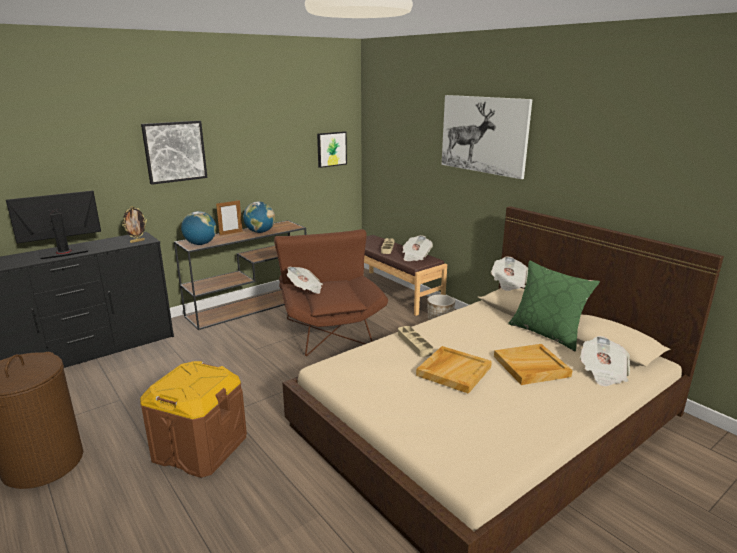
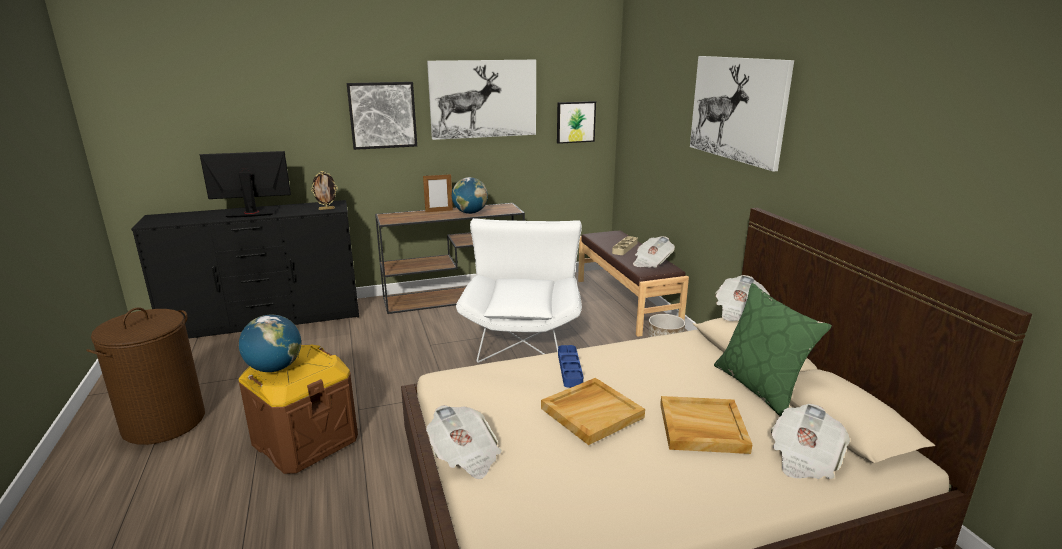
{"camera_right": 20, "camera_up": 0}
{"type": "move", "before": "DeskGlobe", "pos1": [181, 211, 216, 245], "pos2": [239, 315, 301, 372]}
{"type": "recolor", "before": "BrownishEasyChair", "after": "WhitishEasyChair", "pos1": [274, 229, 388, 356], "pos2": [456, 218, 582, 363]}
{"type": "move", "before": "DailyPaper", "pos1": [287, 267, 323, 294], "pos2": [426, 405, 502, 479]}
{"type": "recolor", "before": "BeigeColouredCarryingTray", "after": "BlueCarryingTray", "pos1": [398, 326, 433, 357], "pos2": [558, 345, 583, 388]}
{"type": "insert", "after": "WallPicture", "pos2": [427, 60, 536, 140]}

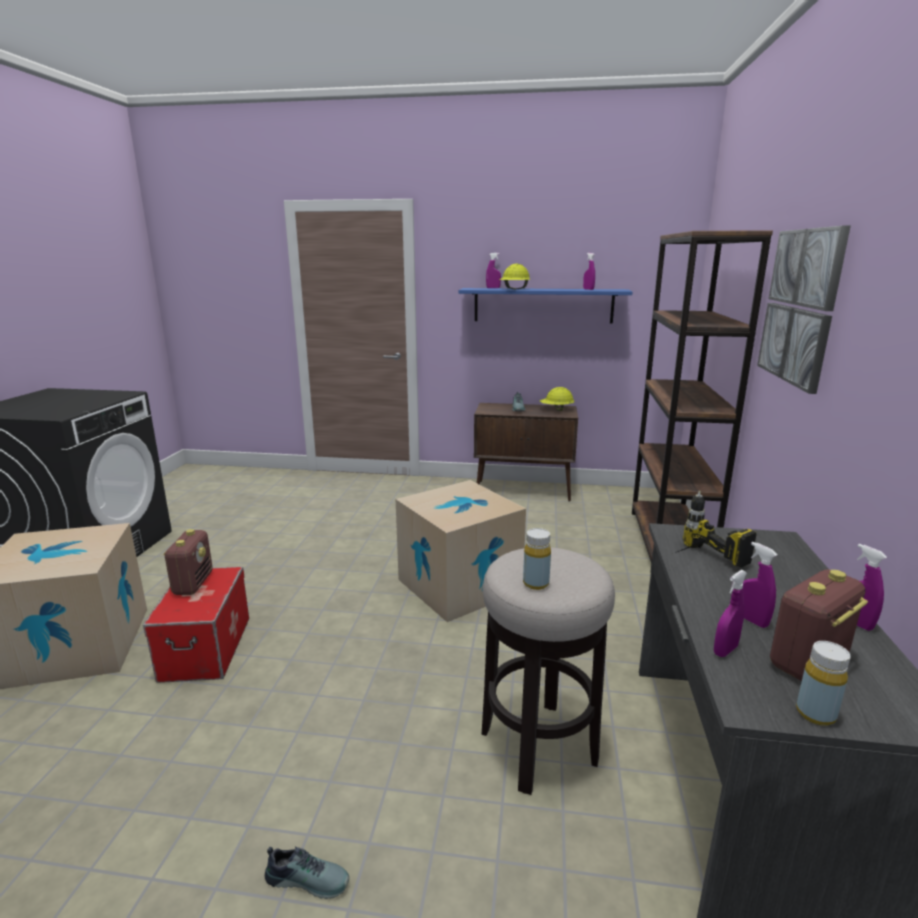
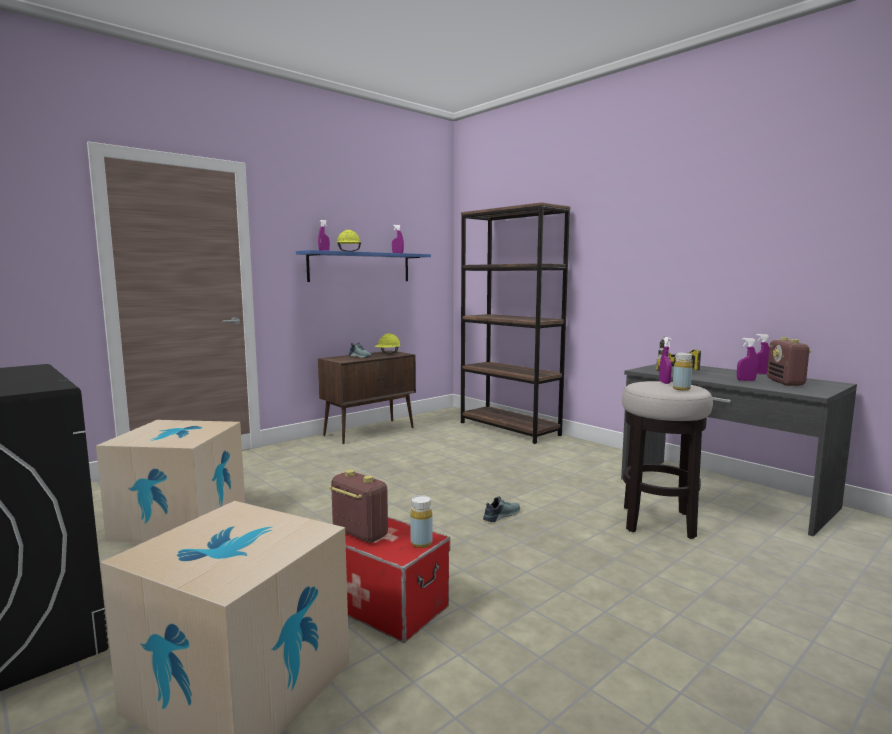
{"camera_right": -50, "camera_up": -10}
{"type": "move", "before": "Shoe", "pos1": [265, 846, 349, 899], "pos2": [483, 496, 520, 522]}
{"type": "move", "before": "Carton", "pos1": [395, 480, 526, 622], "pos2": [96, 420, 245, 543]}
{"type": "move", "before": "PurpleColouredHandSprayer", "pos1": [714, 570, 747, 657], "pos2": [659, 337, 672, 384]}
{"type": "delete", "before": "WallPicture", "pos1": [757, 226, 851, 394]}
{"type": "move", "before": "YellowBottle", "pos1": [796, 641, 851, 726], "pos2": [410, 495, 433, 548]}

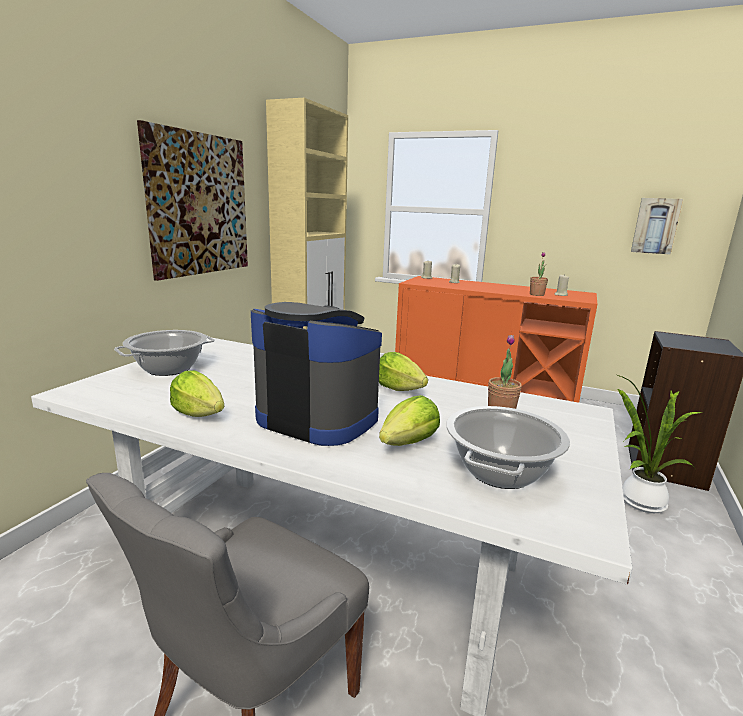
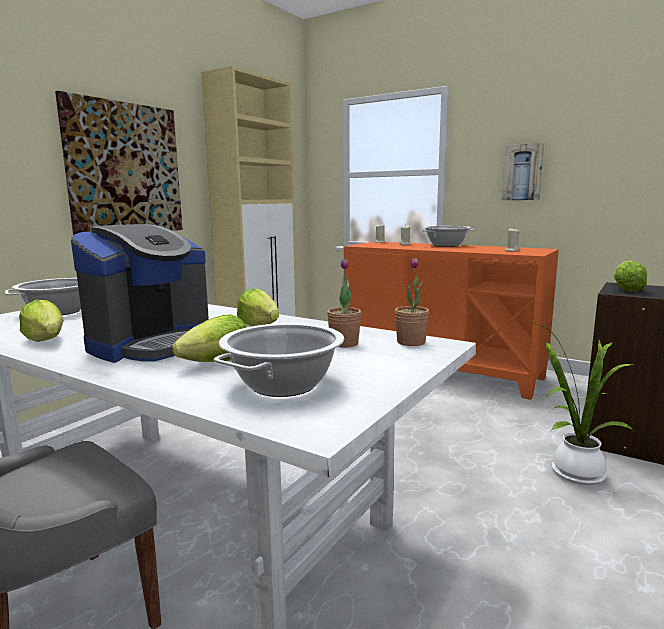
{"camera_right": 10, "camera_up": -5}
{"type": "rotate", "before": "CoffeeMaker", "pos1": [251, 302, 382, 446], "pos2": [71, 224, 209, 363], "turn": 90}
{"type": "move", "before": "PlantInAPot", "pos1": [530, 252, 548, 296], "pos2": [395, 258, 429, 346]}
{"type": "move", "before": "WallPicture", "pos1": [631, 198, 683, 255], "pos2": [502, 143, 544, 200]}
{"type": "insert", "after": "Stockpot", "pos2": [419, 226, 475, 247]}
{"type": "insert", "after": "HeadOfLettuce", "pos2": [614, 261, 647, 292]}

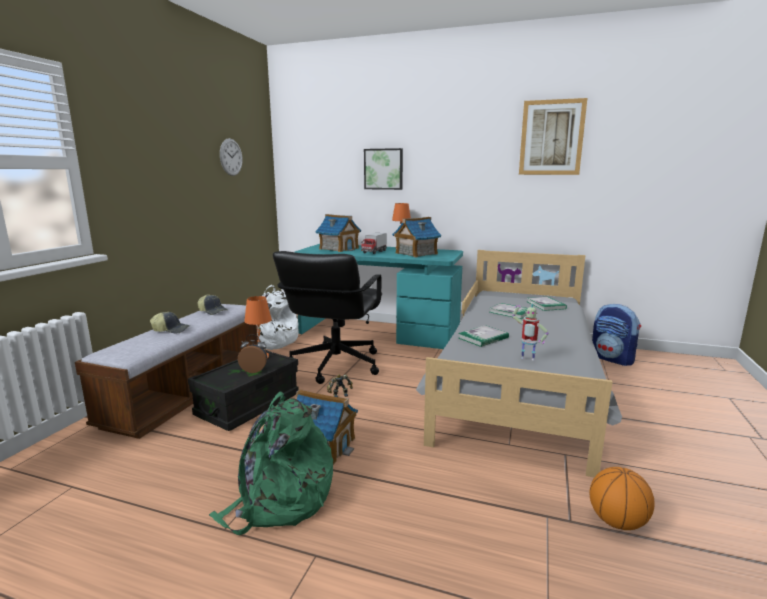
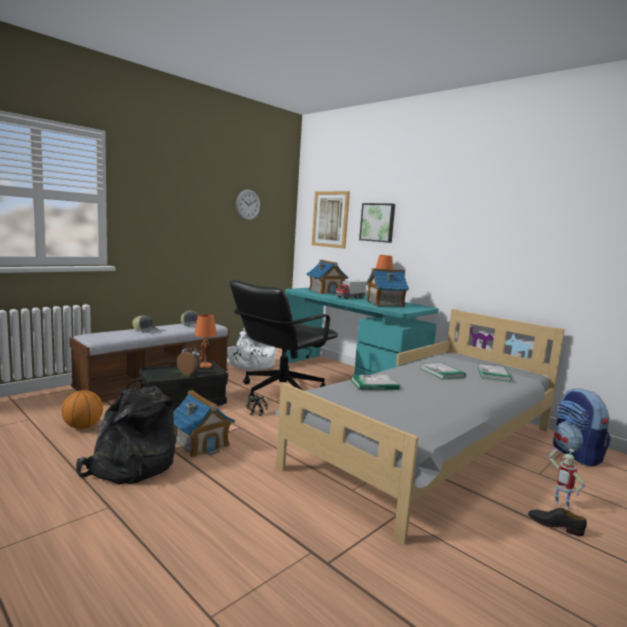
{"camera_right": 25, "camera_up": -5}
{"type": "recolor", "before": "GreenBackpack", "after": "BlackColouredBackpack", "pos1": [209, 392, 333, 535], "pos2": [76, 377, 176, 485]}
{"type": "move", "before": "RobotFigure", "pos1": [512, 302, 549, 361], "pos2": [549, 449, 585, 509]}
{"type": "move", "before": "WallPicture", "pos1": [519, 98, 587, 175], "pos2": [312, 191, 350, 249]}
{"type": "move", "before": "Basketball", "pos1": [589, 467, 655, 530], "pos2": [61, 390, 103, 429]}
{"type": "insert", "after": "BlackColouredShoe", "pos2": [528, 508, 587, 536]}

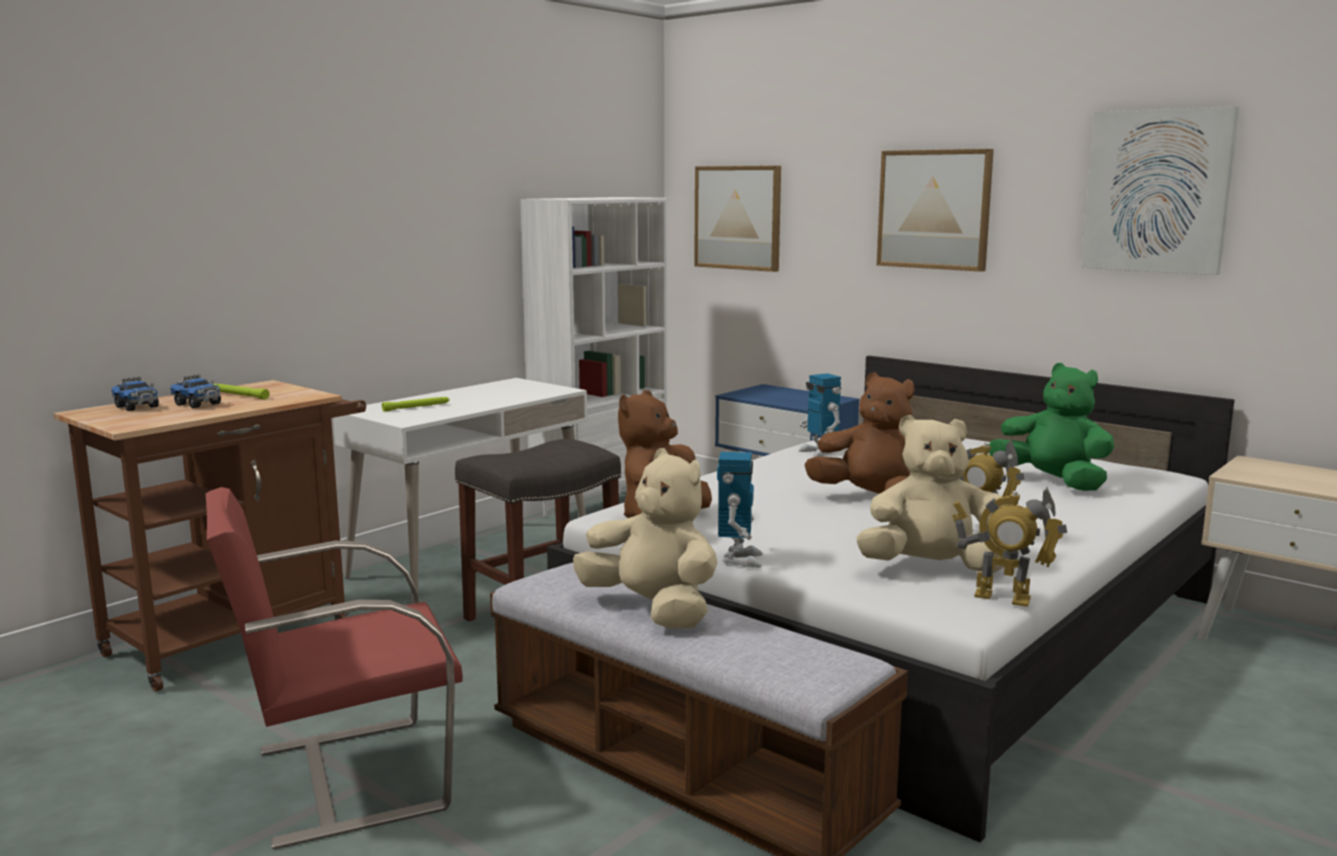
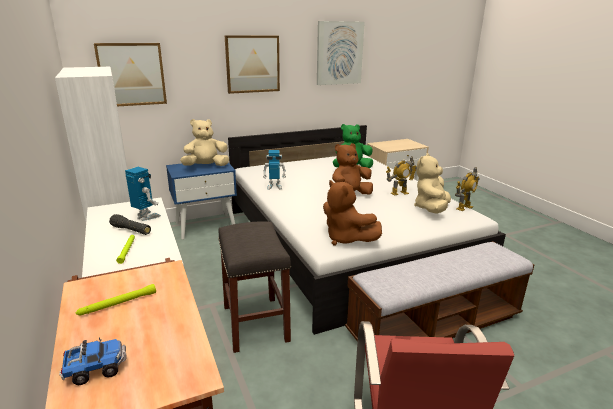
{"camera_right": -65, "camera_up": 10}
{"type": "delete", "before": "ToyLorry", "pos1": [170, 375, 221, 408]}
{"type": "move", "before": "BeigeColouredCuddlyToy", "pos1": [573, 448, 717, 629], "pos2": [180, 119, 229, 166]}
{"type": "move", "before": "RobotFigure", "pos1": [717, 452, 763, 568], "pos2": [125, 167, 161, 221]}
{"type": "insert", "after": "BlackColouredHandTorch", "pos2": [109, 214, 151, 235]}

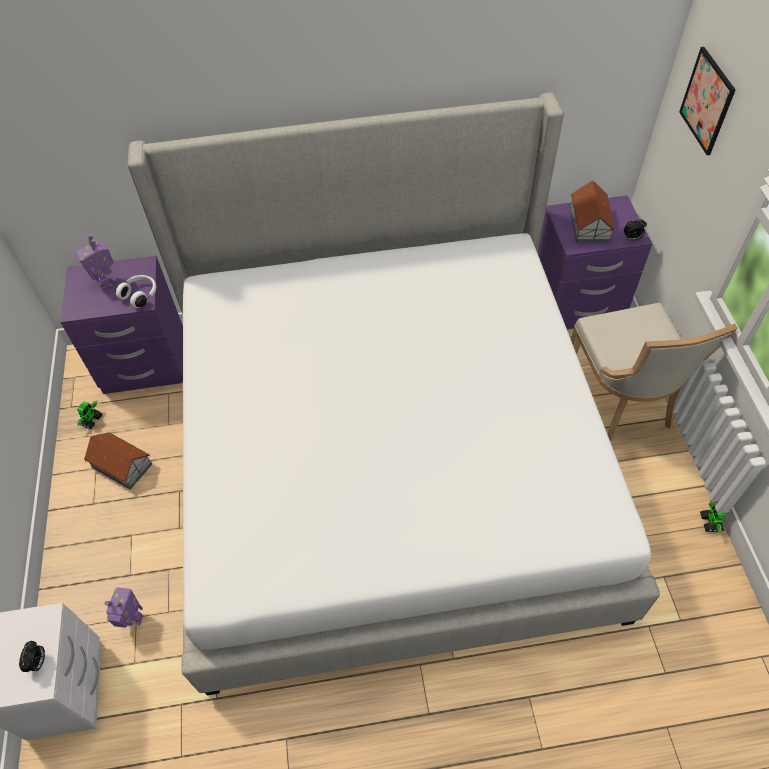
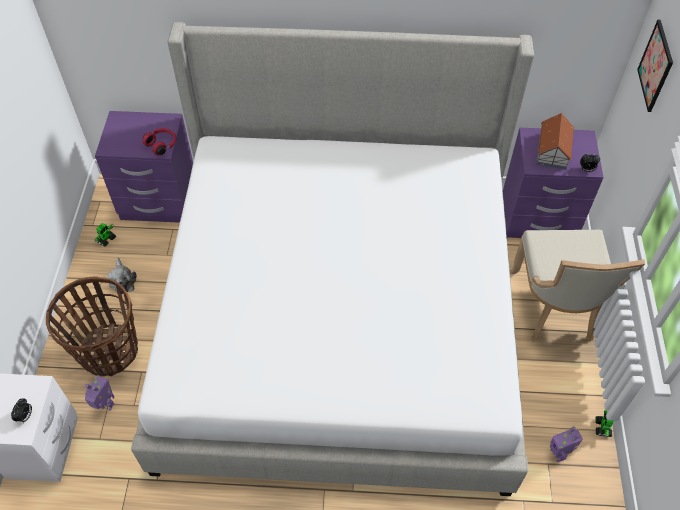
{"camera_right": 10, "camera_up": 0}
{"type": "move", "before": "RobotFigure", "pos1": [76, 234, 114, 289], "pos2": [550, 426, 583, 462]}
{"type": "replace", "before": "MiniatureHouse", "after": "CuddlyToy", "pos1": [84, 432, 152, 489], "pos2": [107, 258, 137, 294]}
{"type": "recolor", "before": "WhitishHeadset", "after": "RedColouredHeadset", "pos1": [115, 275, 156, 308], "pos2": [143, 128, 176, 155]}
{"type": "insert", "after": "StorageBasket", "pos2": [46, 277, 138, 376]}

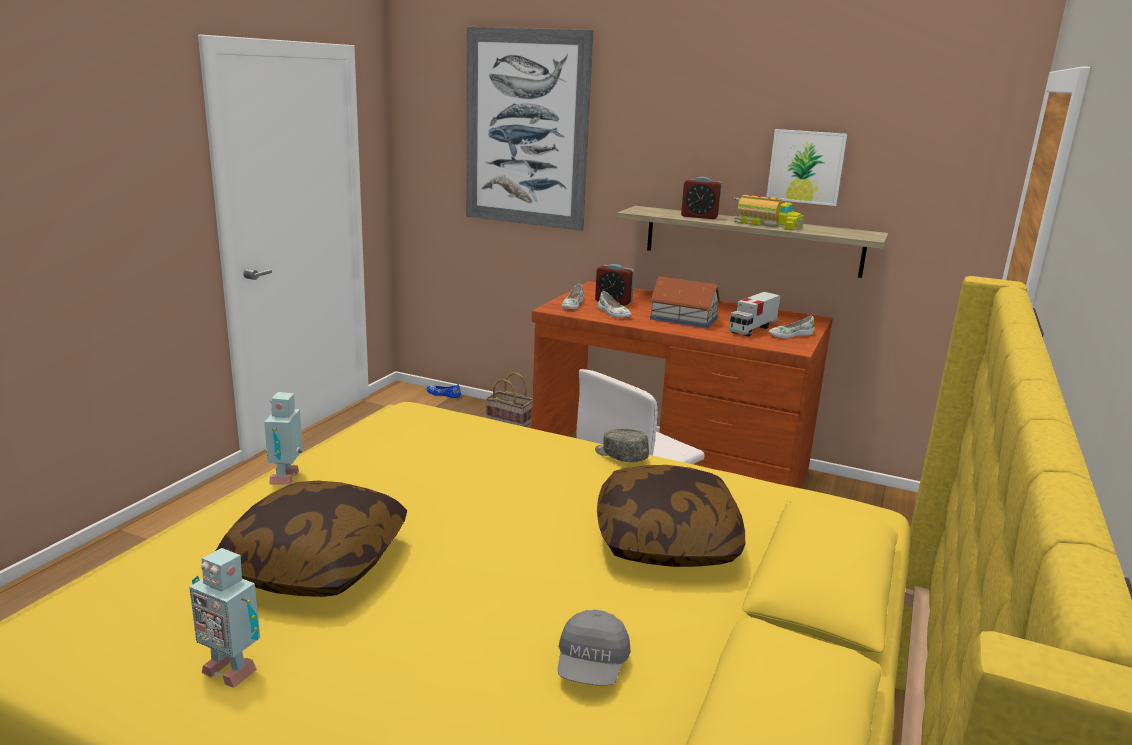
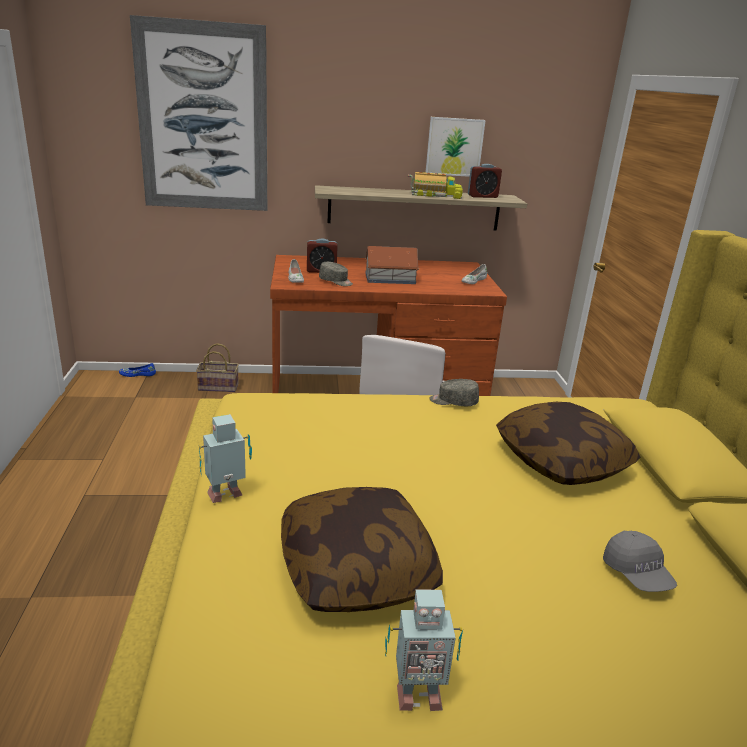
{"camera_right": -30, "camera_up": 5}
{"type": "rotate", "before": "RobotFigure", "pos1": [264, 392, 303, 485], "pos2": [199, 414, 252, 503], "turn": 90}
{"type": "replace", "before": "WhitishShoe", "after": "GrayBaseballCap", "pos1": [598, 291, 632, 318], "pos2": [319, 262, 353, 286]}
{"type": "move", "before": "BedsideClock", "pos1": [681, 177, 722, 219], "pos2": [468, 164, 502, 198]}
{"type": "delete", "before": "ToyLorry", "pos1": [729, 292, 780, 337]}

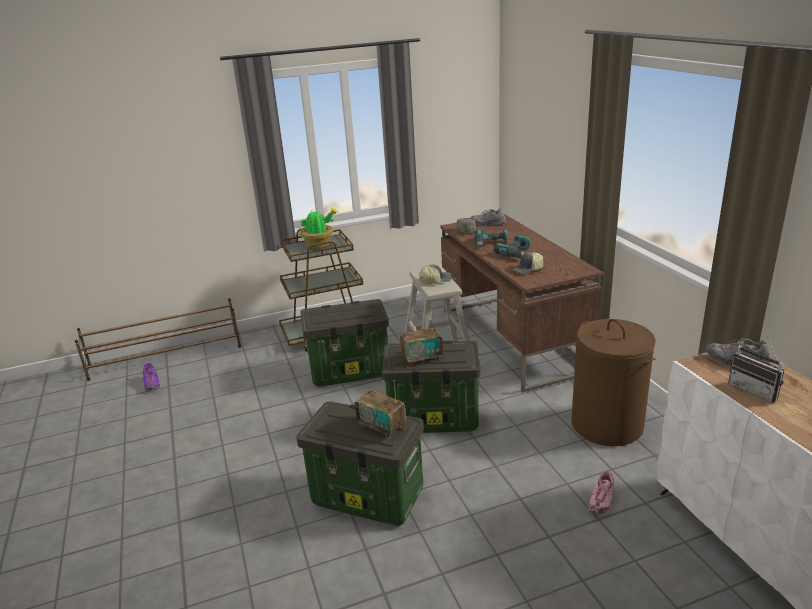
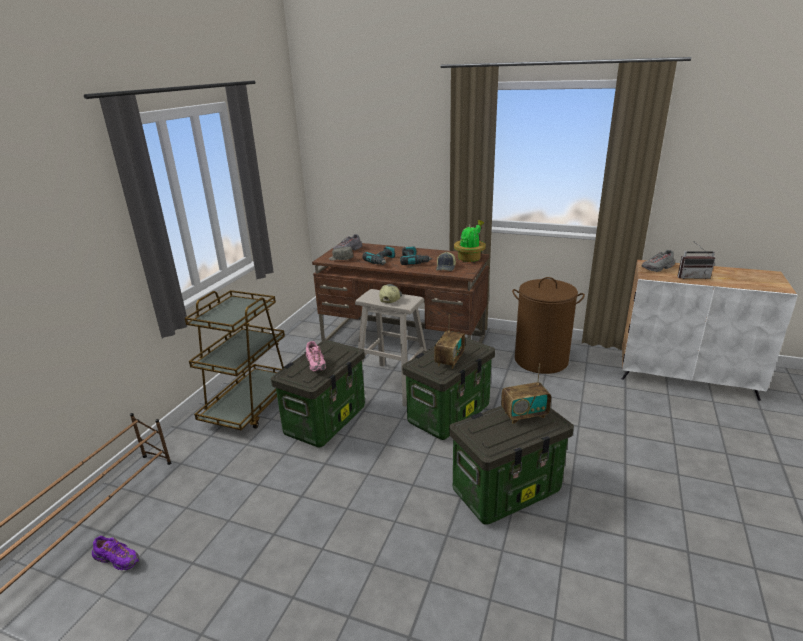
{"camera_right": -50, "camera_up": 0}
{"type": "move", "before": "PlantInAPot", "pos1": [300, 207, 338, 249], "pos2": [454, 220, 486, 262]}
{"type": "move", "before": "PinkishShoe", "pos1": [588, 471, 614, 514], "pos2": [306, 341, 326, 372]}

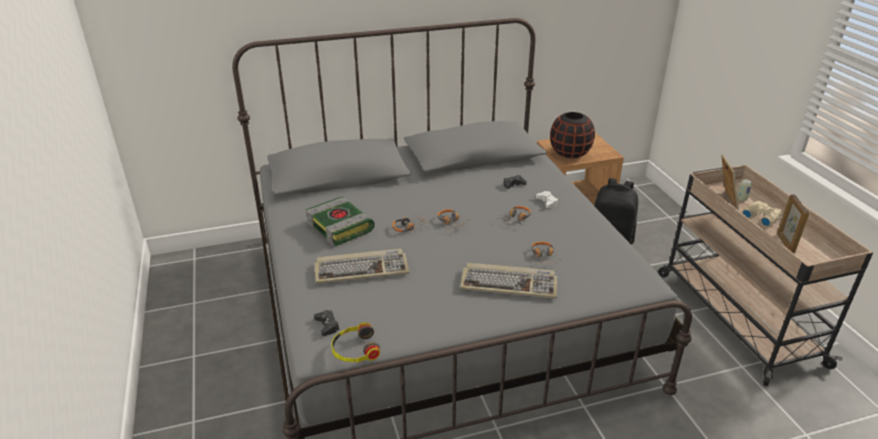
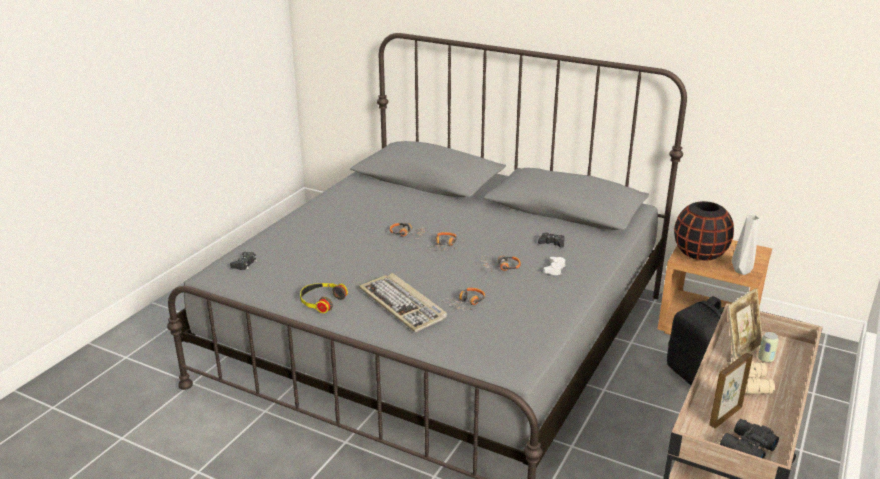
{"camera_right": 45, "camera_up": -5}
{"type": "delete", "before": "Volume", "pos1": [306, 197, 375, 246]}
{"type": "delete", "before": "ComputerKeyboard", "pos1": [315, 249, 410, 284]}
{"type": "move", "before": "Headset", "pos1": [331, 322, 380, 362], "pos2": [300, 283, 348, 313]}
{"type": "insert", "after": "BlackColouredPairOfBinoculars", "pos2": [720, 419, 779, 459]}
{"type": "insert", "after": "GrayVase", "pos2": [732, 215, 760, 275]}

